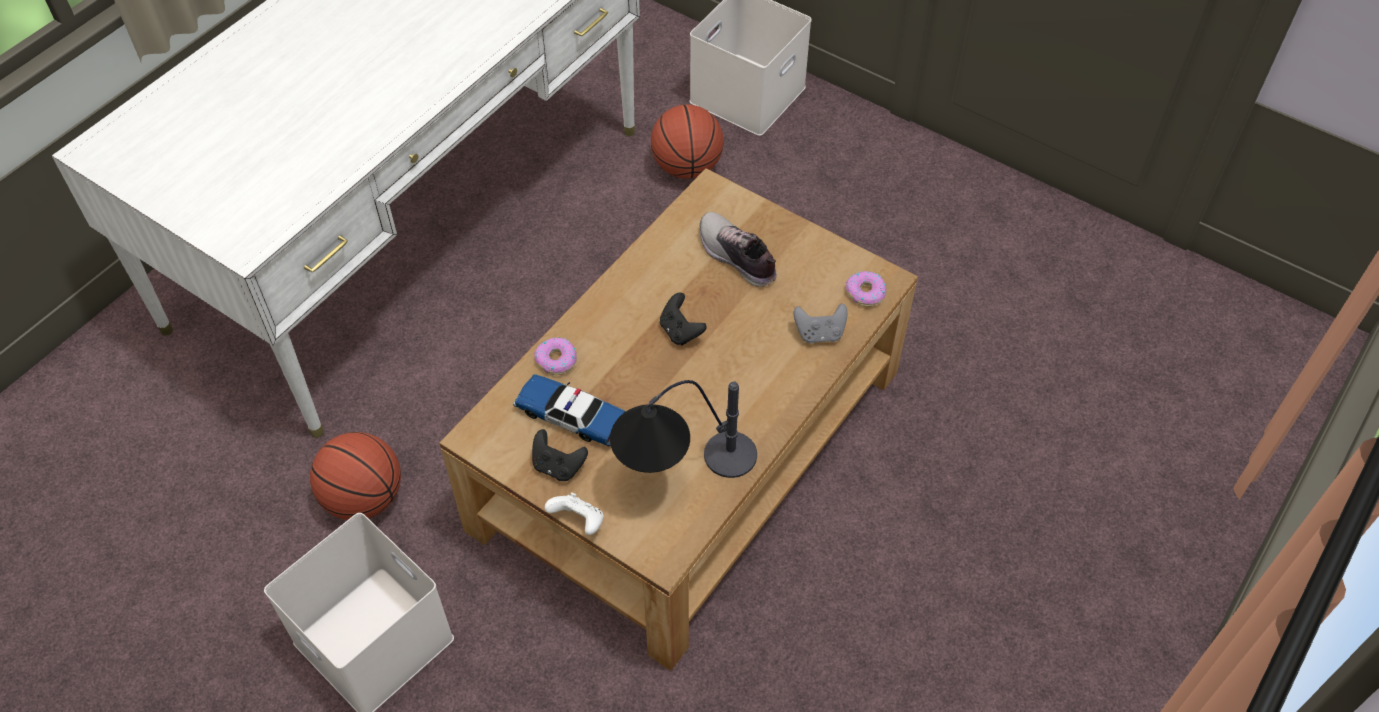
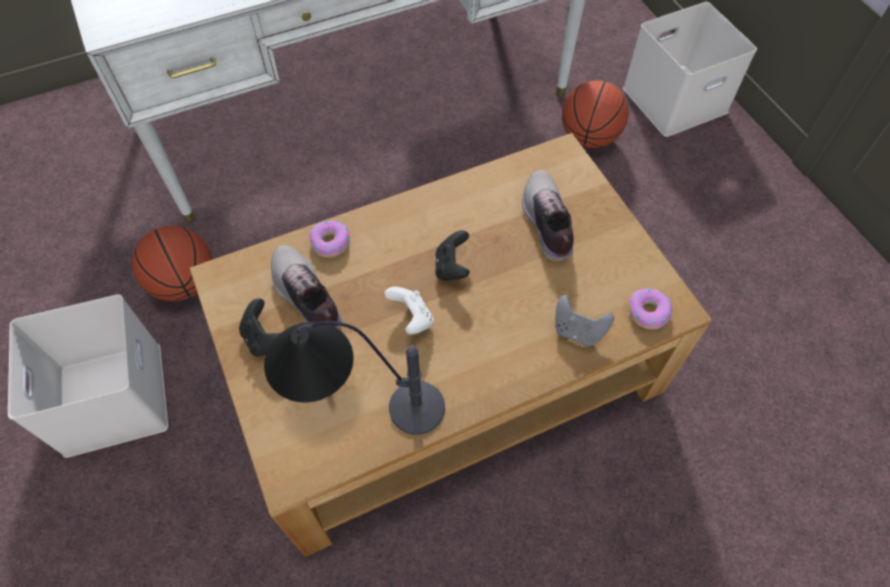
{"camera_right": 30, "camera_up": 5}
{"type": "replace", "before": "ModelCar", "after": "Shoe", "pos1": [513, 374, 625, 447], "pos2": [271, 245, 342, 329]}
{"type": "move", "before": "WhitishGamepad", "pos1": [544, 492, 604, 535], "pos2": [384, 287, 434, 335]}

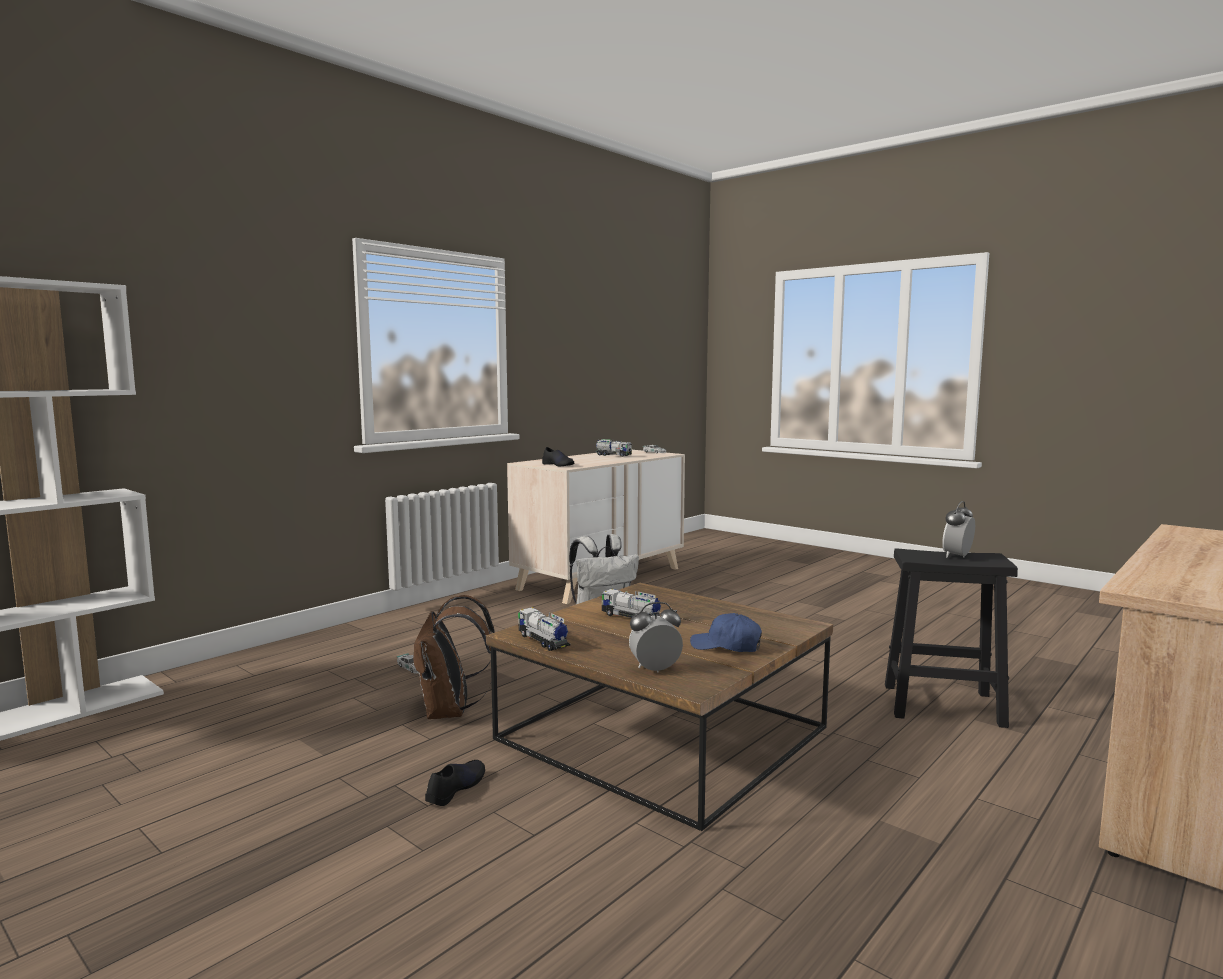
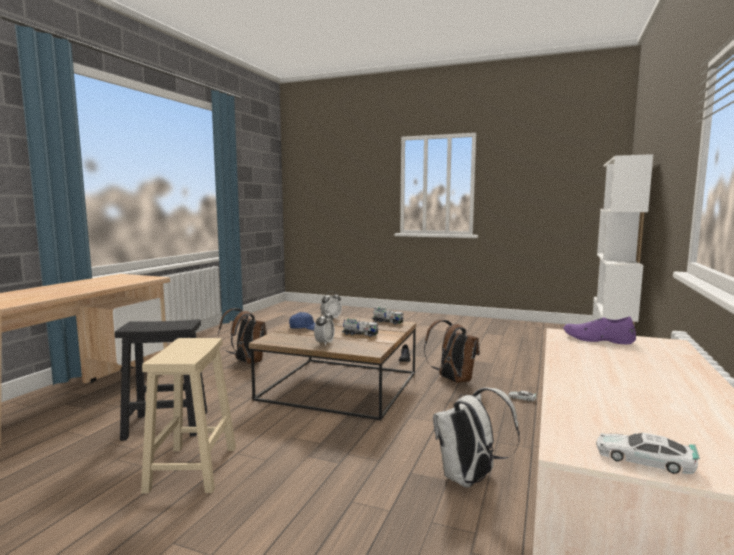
{"camera_right": 160, "camera_up": 0}
{"type": "recolor", "before": "BlackColouredShoe", "after": "PurpleColouredShoe", "pos1": [542, 447, 574, 466], "pos2": [563, 316, 636, 344]}
{"type": "delete", "before": "ToyLorry", "pos1": [595, 439, 632, 457]}
{"type": "move", "before": "BedsideClock", "pos1": [942, 501, 975, 558], "pos2": [314, 310, 335, 346]}
{"type": "insert", "after": "BeigeColouredSittingStool", "pos2": [141, 338, 236, 494]}
{"type": "insert", "after": "BrownishBackpack", "pos2": [218, 308, 267, 364]}

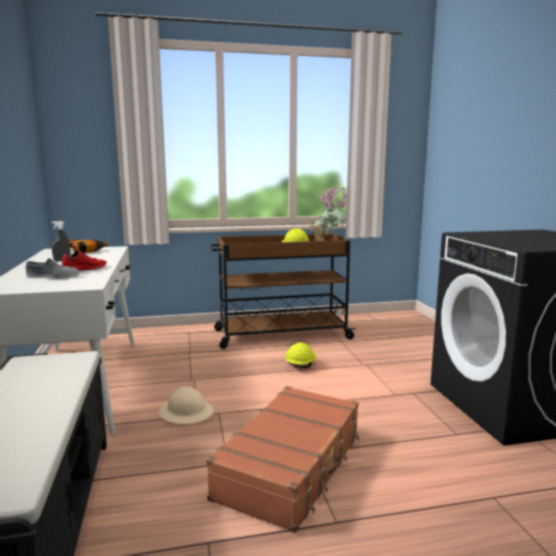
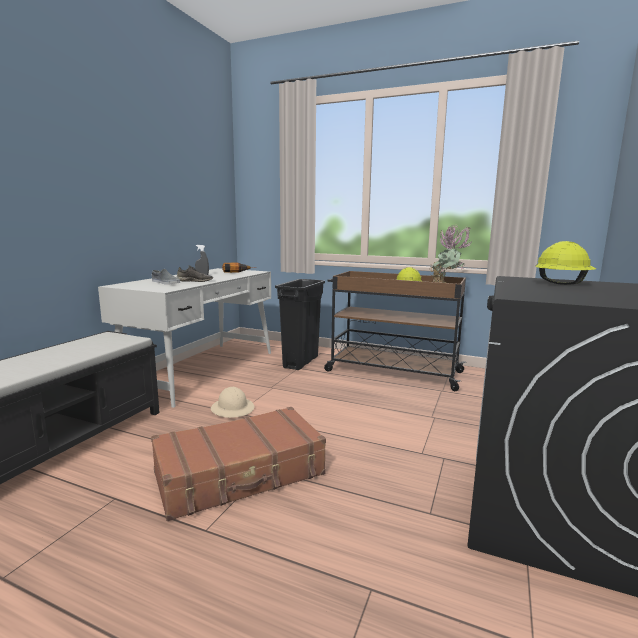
{"camera_right": 35, "camera_up": 0}
{"type": "recolor", "before": "RedColouredShoe", "after": "GrayShoe", "pos1": [62, 250, 107, 271], "pos2": [177, 265, 213, 282]}
{"type": "move", "before": "YellowSafetyHelmet", "pos1": [285, 342, 316, 368], "pos2": [535, 241, 597, 285]}
{"type": "insert", "after": "BlackColouredRubbishBin", "pos2": [275, 279, 325, 370]}

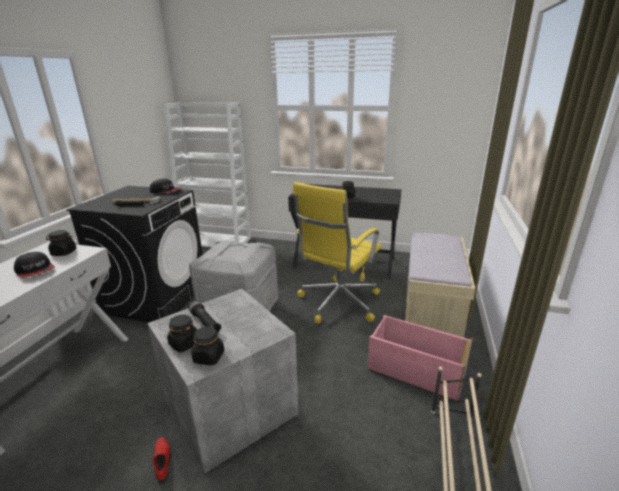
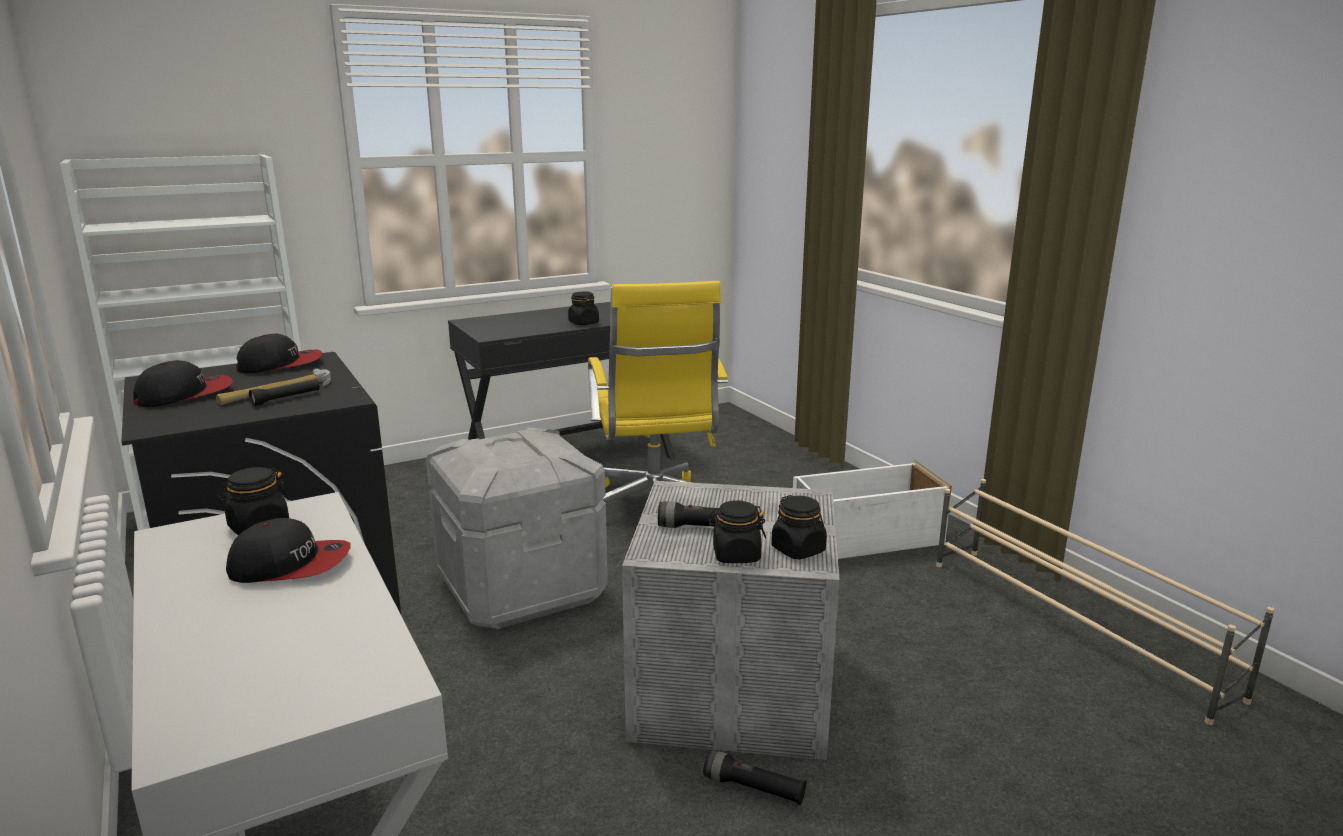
{"camera_right": -45, "camera_up": -5}
{"type": "replace", "before": "RedColouredShoe", "after": "BlackColouredHandTorch", "pos1": [153, 437, 171, 484], "pos2": [703, 750, 807, 805]}
{"type": "recolor", "before": "PinkishStorageBox", "after": "WhitishStorageBox", "pos1": [368, 315, 473, 400], "pos2": [793, 460, 952, 559]}
{"type": "delete", "before": "BeigeColouredIndoorBench", "pos1": [405, 233, 475, 338]}
{"type": "insert", "after": "BaseballCap", "pos2": [133, 360, 233, 407]}

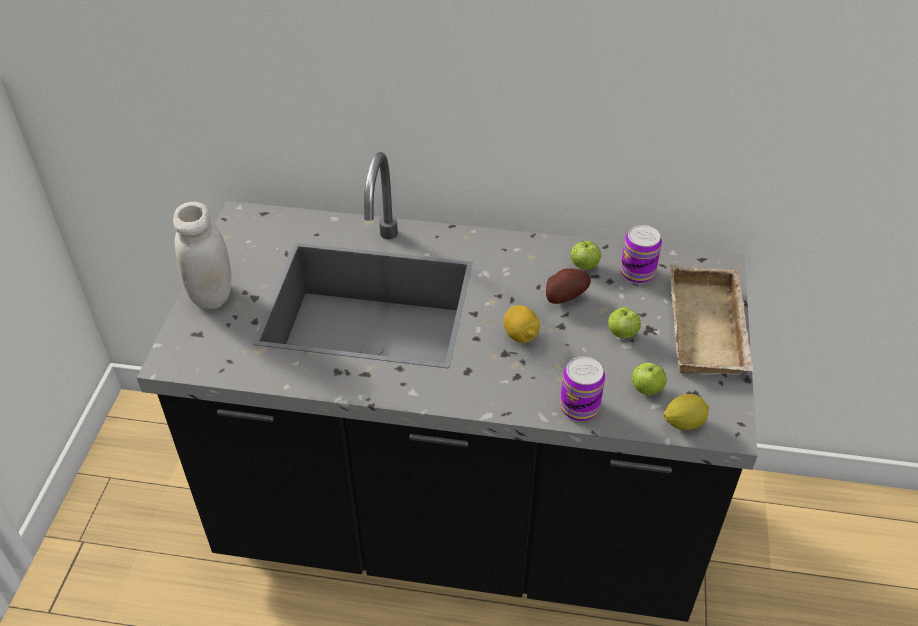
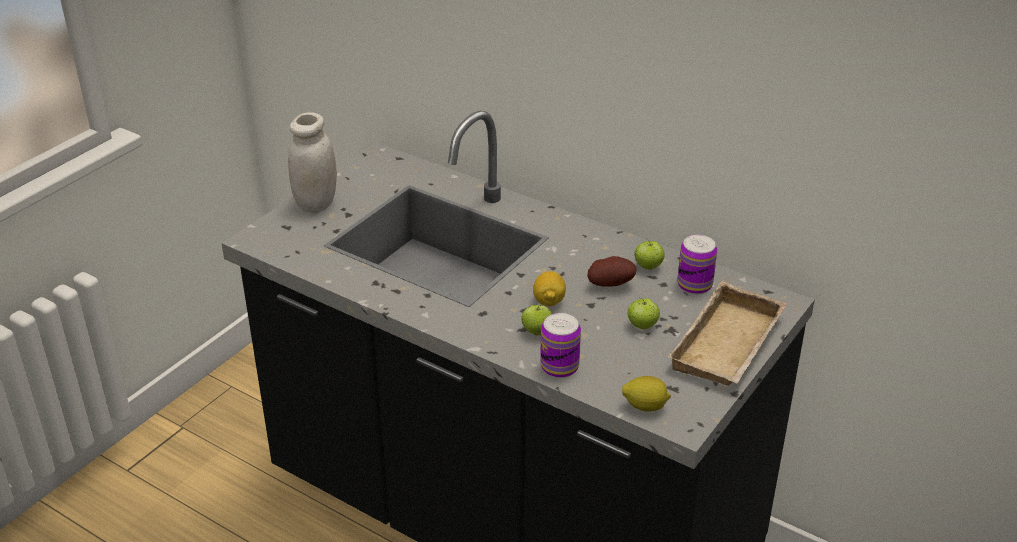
{"camera_right": 25, "camera_up": -10}
{"type": "move", "before": "WholeApple", "pos1": [632, 362, 667, 395], "pos2": [521, 305, 552, 335]}

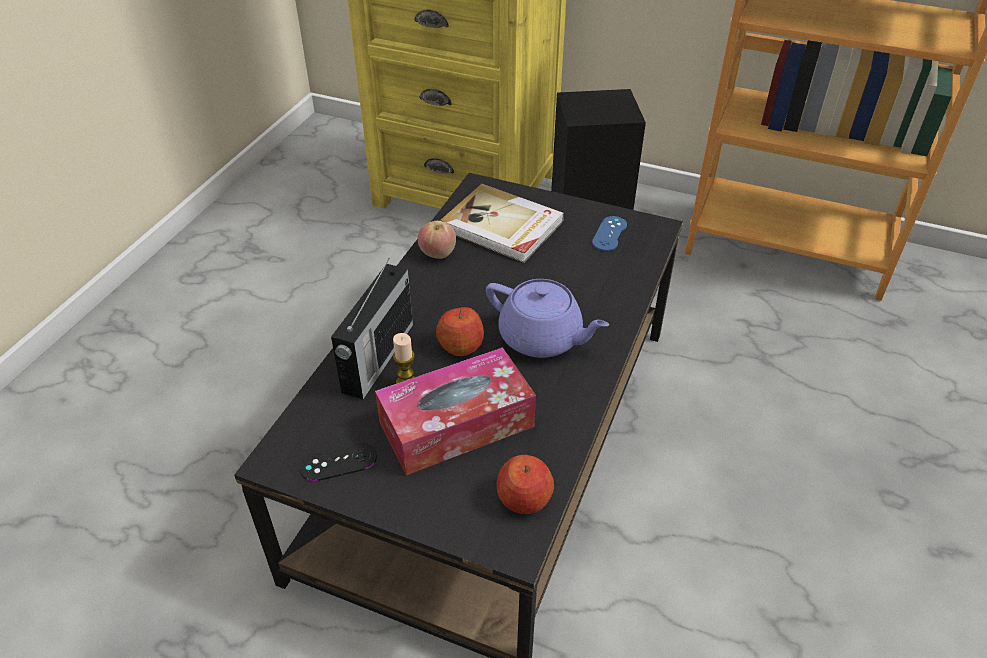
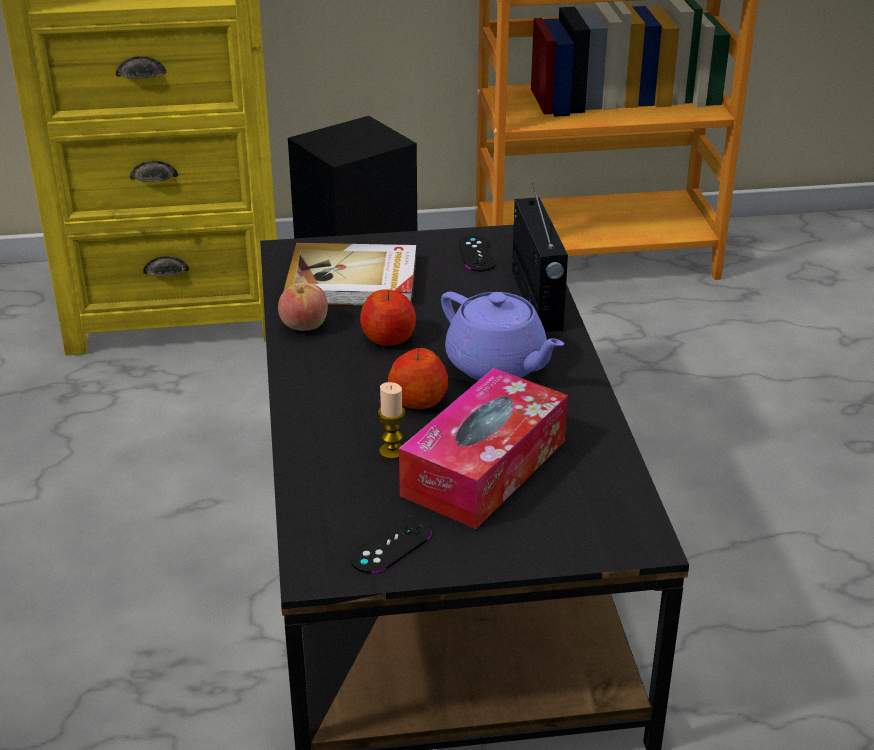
{"camera_right": -30, "camera_up": -10}
{"type": "move", "before": "RadioReceiver", "pos1": [331, 258, 413, 400], "pos2": [512, 183, 568, 332]}
{"type": "rotate", "before": "PurpleColouredTeaPot", "pos1": [486, 279, 609, 358], "pos2": [441, 292, 564, 380], "turn": 45}
{"type": "move", "before": "WholeApple", "pos1": [496, 455, 554, 514], "pos2": [360, 289, 416, 346]}
{"type": "recolor", "before": "BlueGamepad", "after": "BlackColouredGamepad", "pos1": [592, 216, 627, 251], "pos2": [459, 236, 496, 272]}

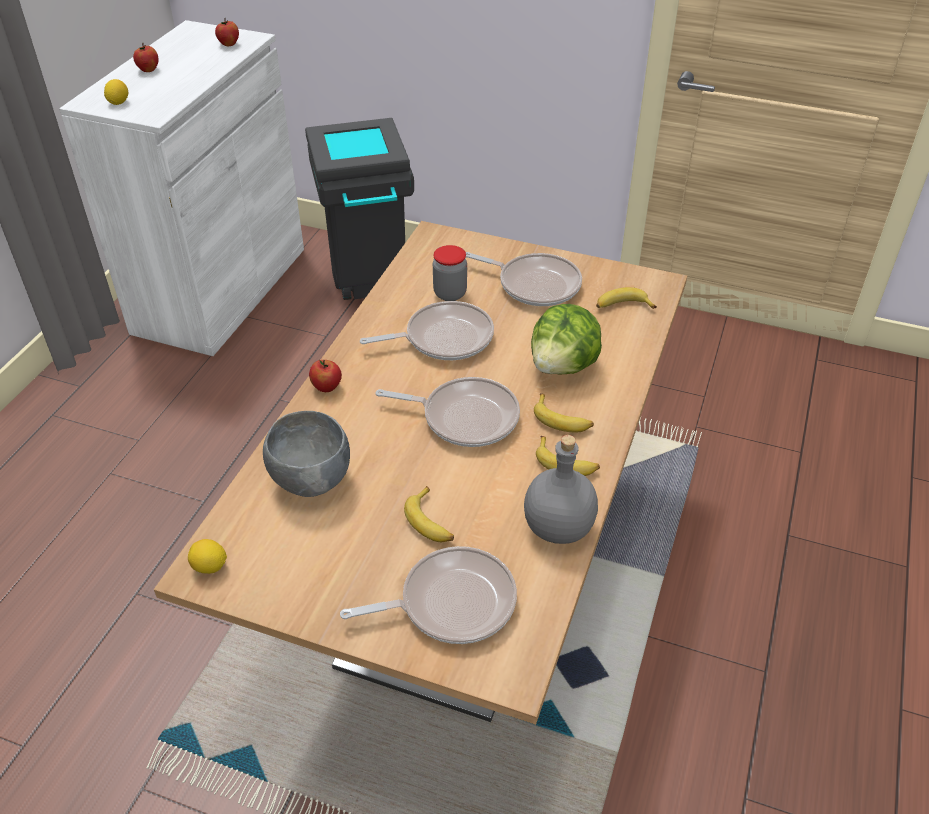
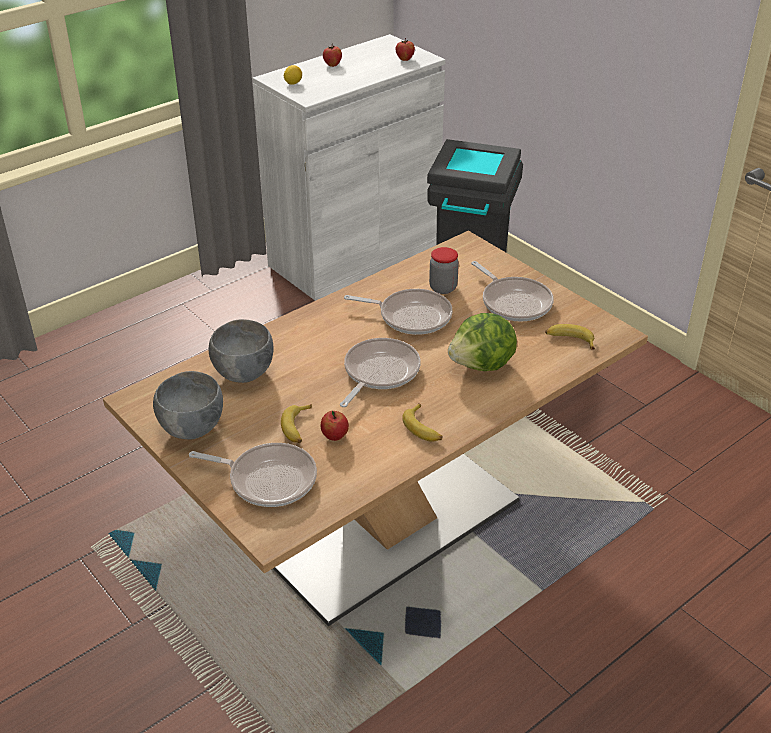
{"camera_right": 30, "camera_up": -5}
{"type": "delete", "before": "CitrusFruit", "pos1": [188, 539, 227, 574]}
{"type": "move", "before": "WholeApple", "pos1": [309, 360, 342, 392], "pos2": [321, 411, 349, 441]}
{"type": "rotate", "before": "Pan", "pos1": [376, 377, 520, 447], "pos2": [340, 338, 421, 407], "turn": -105}
{"type": "delete", "before": "GrayBottle", "pos1": [524, 435, 598, 544]}
{"type": "delete", "before": "WholeBanana", "pos1": [534, 393, 594, 432]}
{"type": "insert", "after": "GrayDeepDish", "pos2": [153, 371, 223, 439]}

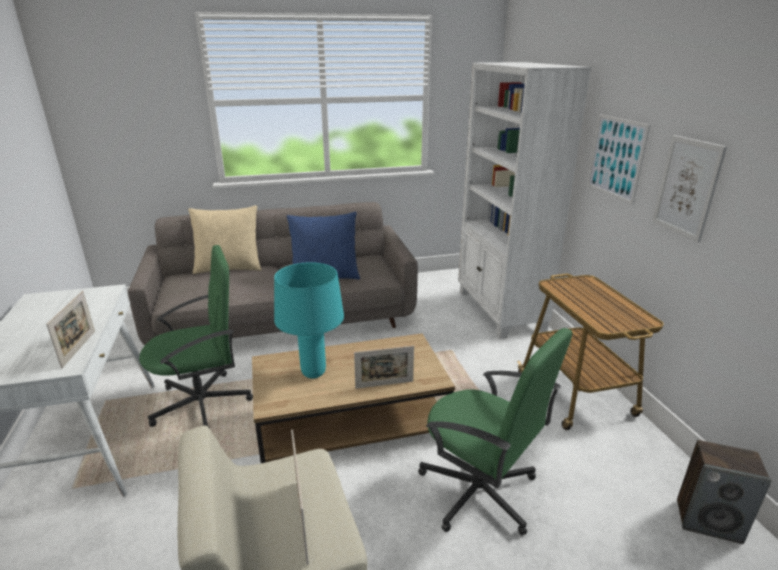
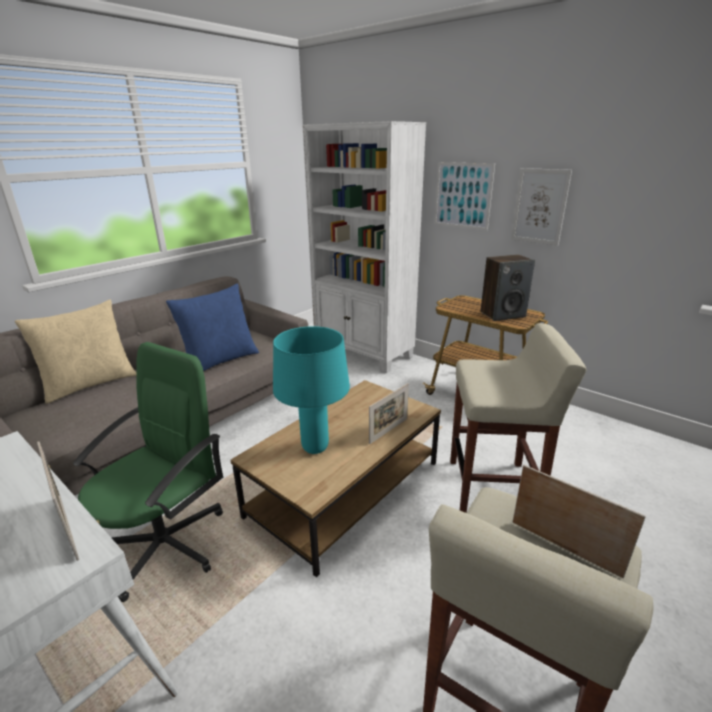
{"camera_right": -35, "camera_up": 0}
{"type": "replace", "before": "GreenDeskChair", "after": "BeigeColouredSittingStool", "pos1": [418, 328, 572, 535], "pos2": [450, 323, 587, 513]}
{"type": "move", "before": "Loudspeaker", "pos1": [677, 440, 772, 544], "pos2": [480, 254, 535, 321]}

